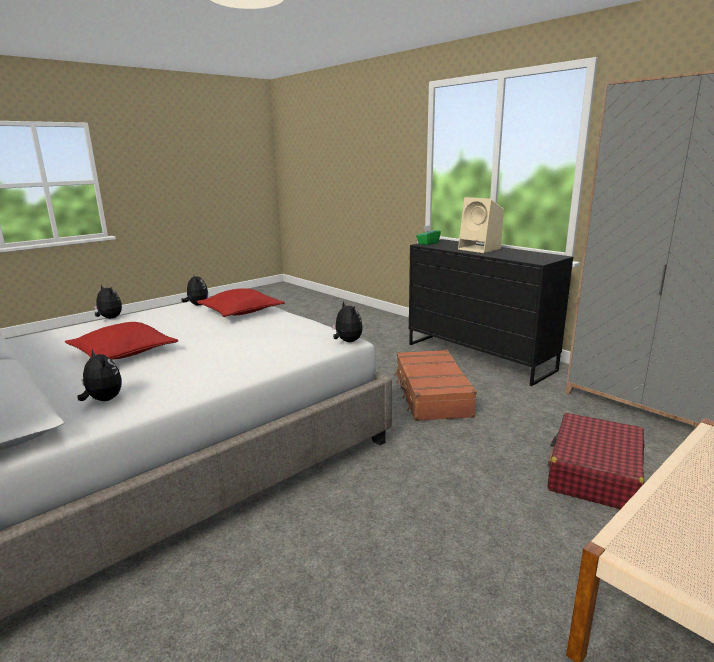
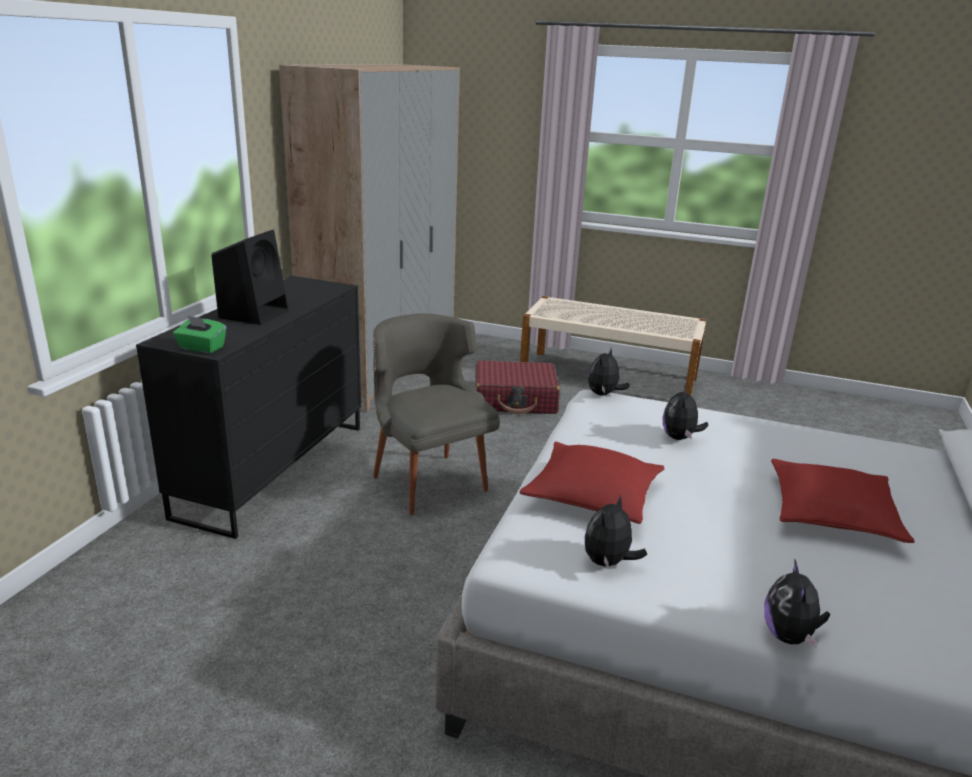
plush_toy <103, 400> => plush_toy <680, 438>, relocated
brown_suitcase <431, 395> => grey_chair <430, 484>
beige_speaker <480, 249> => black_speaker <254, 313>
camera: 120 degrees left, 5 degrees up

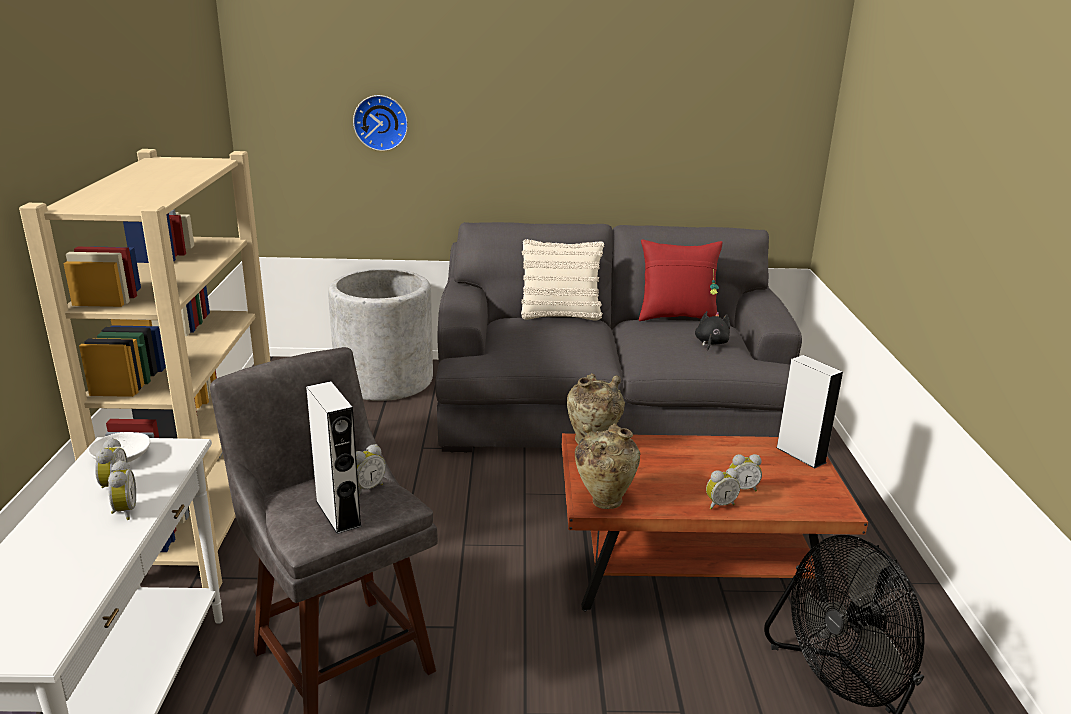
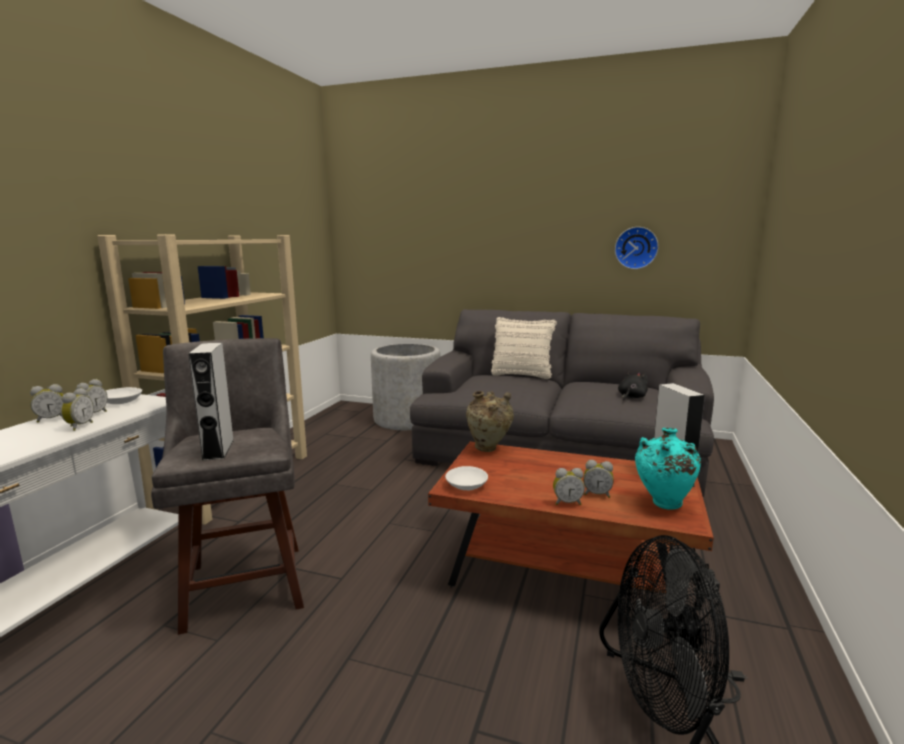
red_pillow <676, 318> => nothing
nothing => turquoise_vase <663, 504>
wall_clock <381, 122> => wall_clock <636, 248>, relocated
alarm_clock <366, 488> => alarm_clock <52, 419>, relocated
beige_vase <604, 500> => white_bowl <466, 486>
camera: 20 degrees right, 10 degrees down

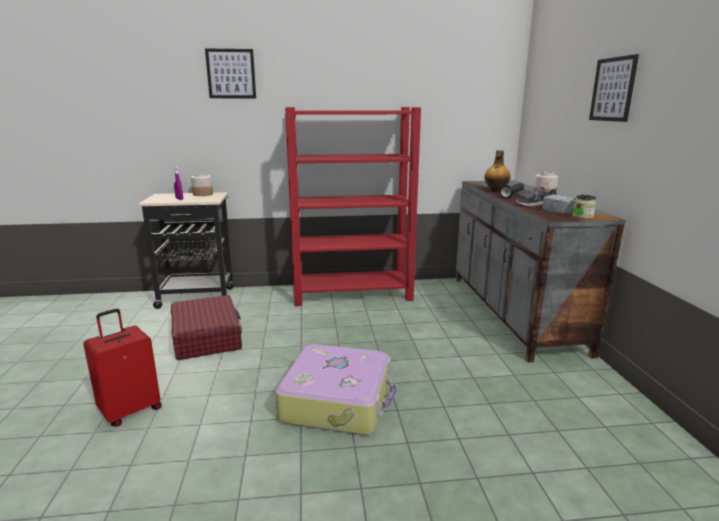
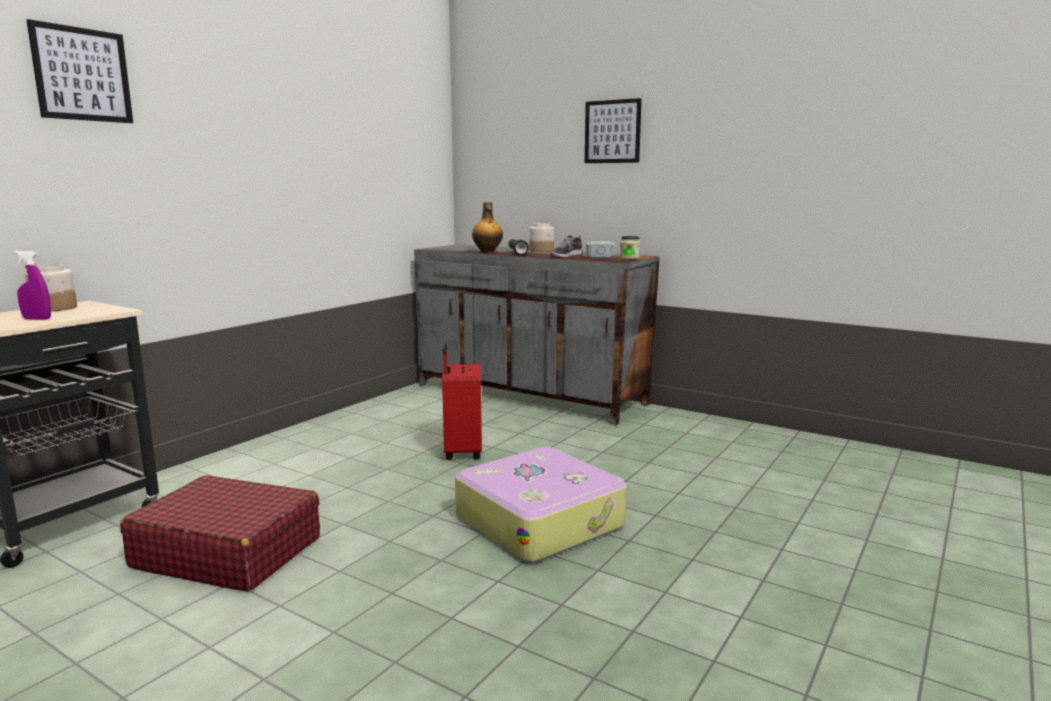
red_bookcase <352, 293> => nothing
red_suitcase <130, 410> => red_suitcase <461, 452>, relocated
camera: 50 degrees left, 5 degrees down

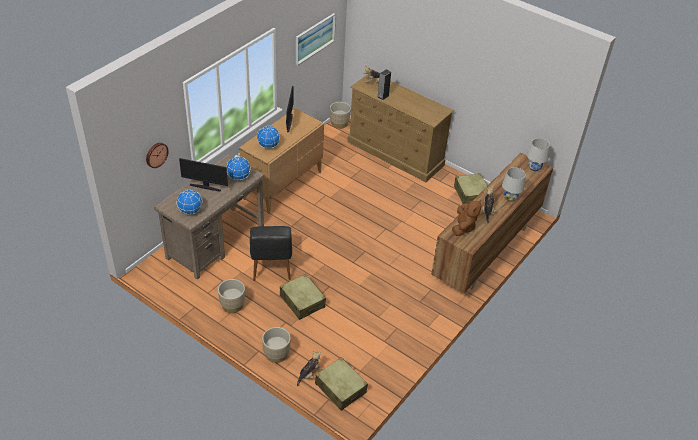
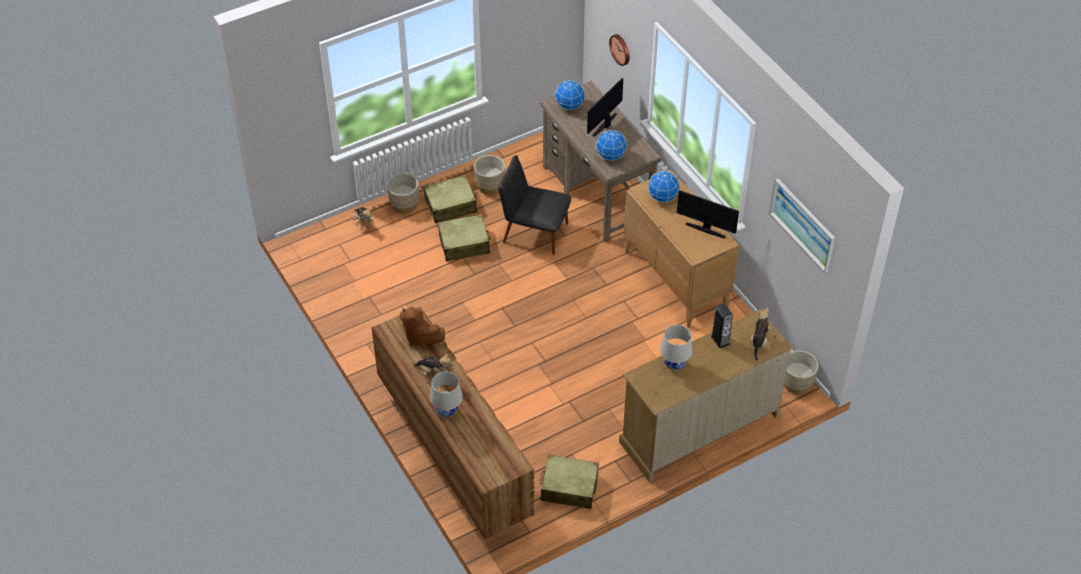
beige_suitcase <340, 388> => beige_suitcase <451, 205>, relocated
white_table_lamp <534, 167> => white_table_lamp <674, 364>, relocated
camera: 115 degrees right, 5 degrees up

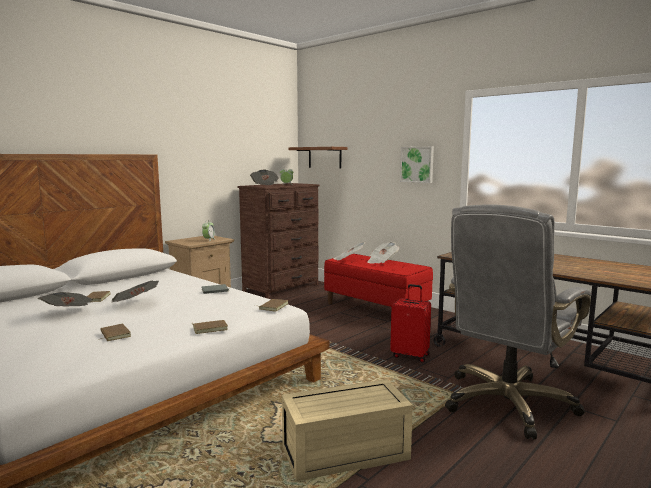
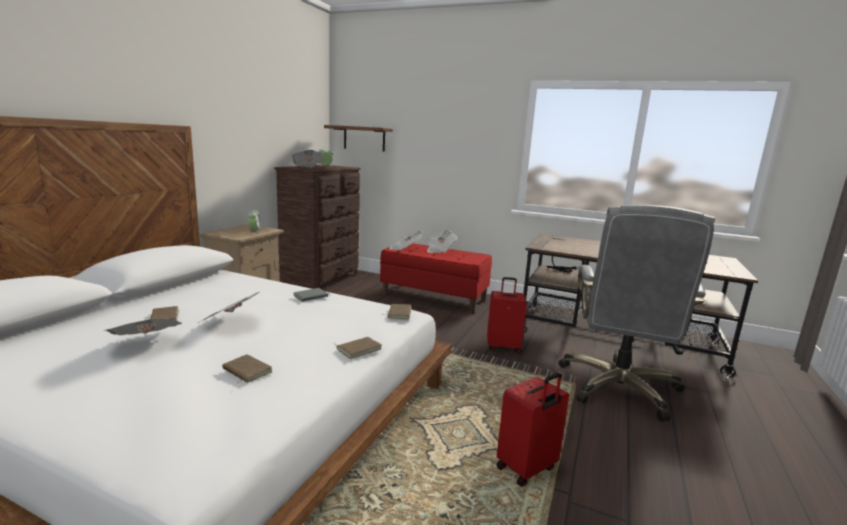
picture <417, 164> => nothing
beige_storage_box <344, 454> => red_suitcase <527, 469>
camera: 20 degrees left, 5 degrees up

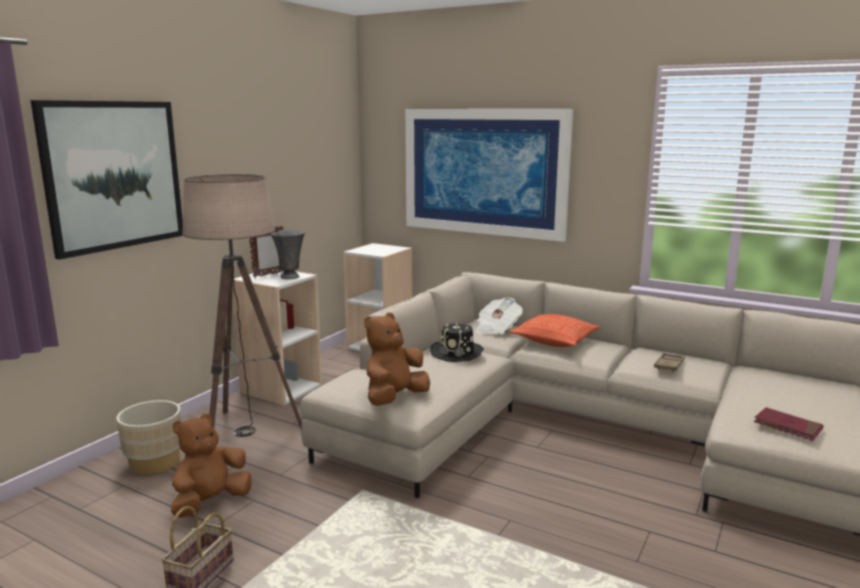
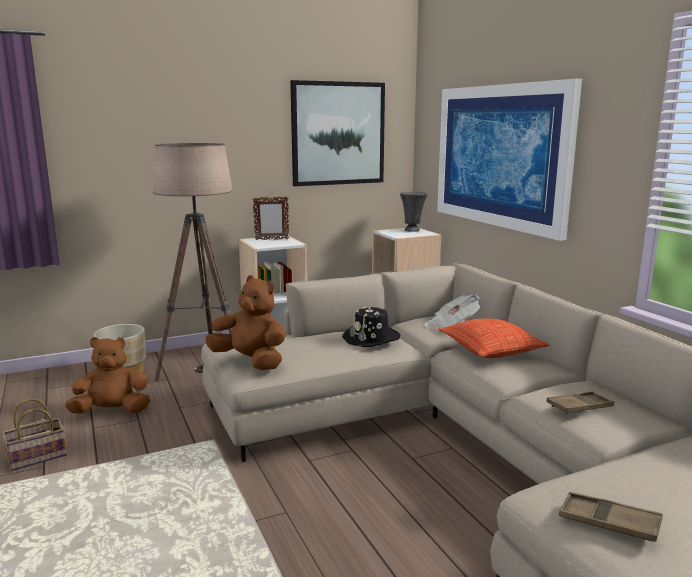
picture <114, 175> => picture <338, 133>, relocated
grey_vase <290, 277> => grey_vase <412, 230>, relocated
red_book <787, 426> => brown_tray <609, 522>
brown_plush_toy <394, 398> => brown_plush_toy <250, 362>, 45 degrees clockwise
camera: 35 degrees right, 0 degrees up

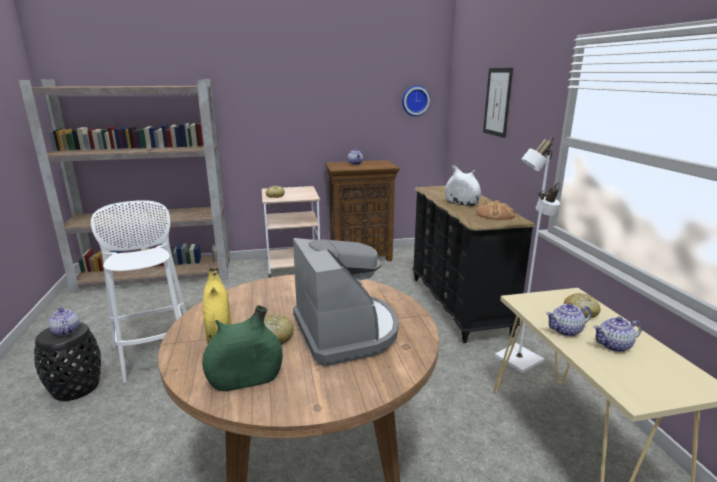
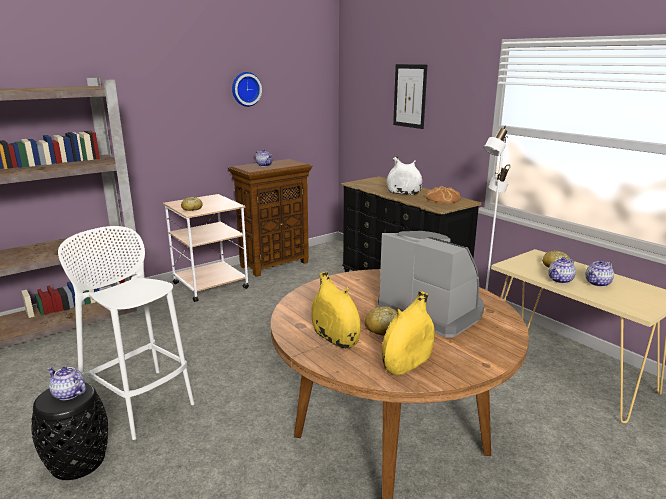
wall_clock <415, 100> => wall_clock <245, 89>, relocated
green_vase <245, 380> => yellow_vase <407, 362>
camera: 25 degrees left, 0 degrees up

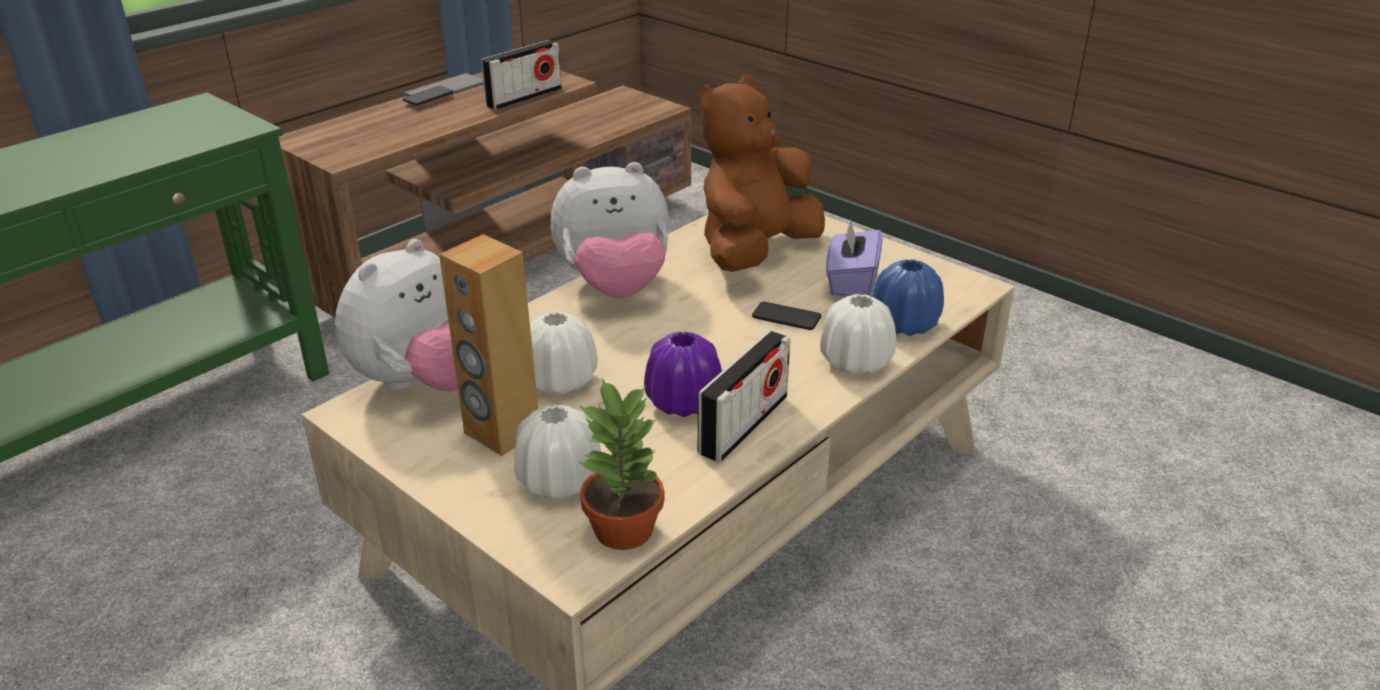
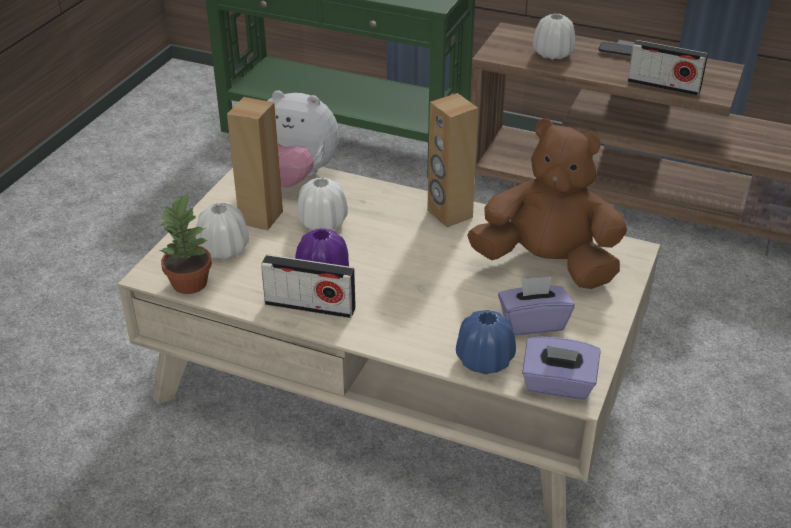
phone <786, 317> => nothing
nothing => purple_tissue_box <558, 385>
white_vase <855, 362> => white_vase <552, 54>, relocated
plush_toy <615, 287> => brown_speaker <449, 214>
camera: 70 degrees right, 5 degrees up

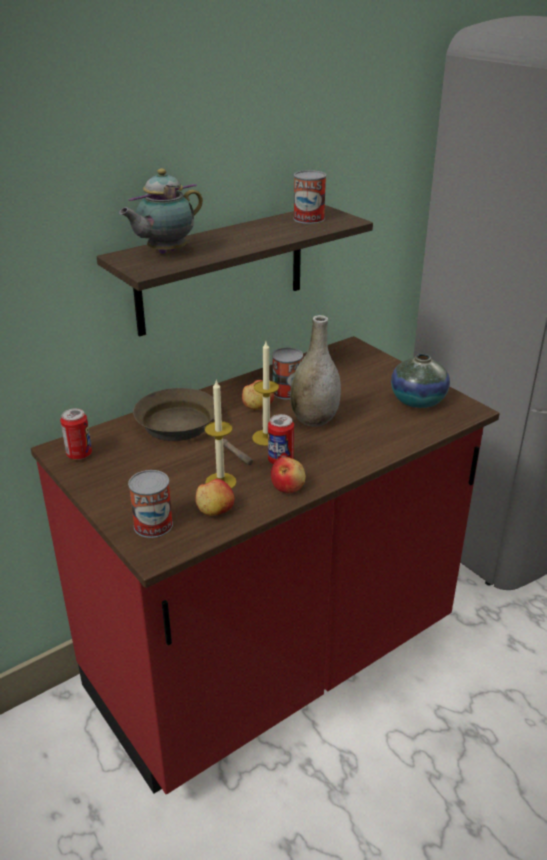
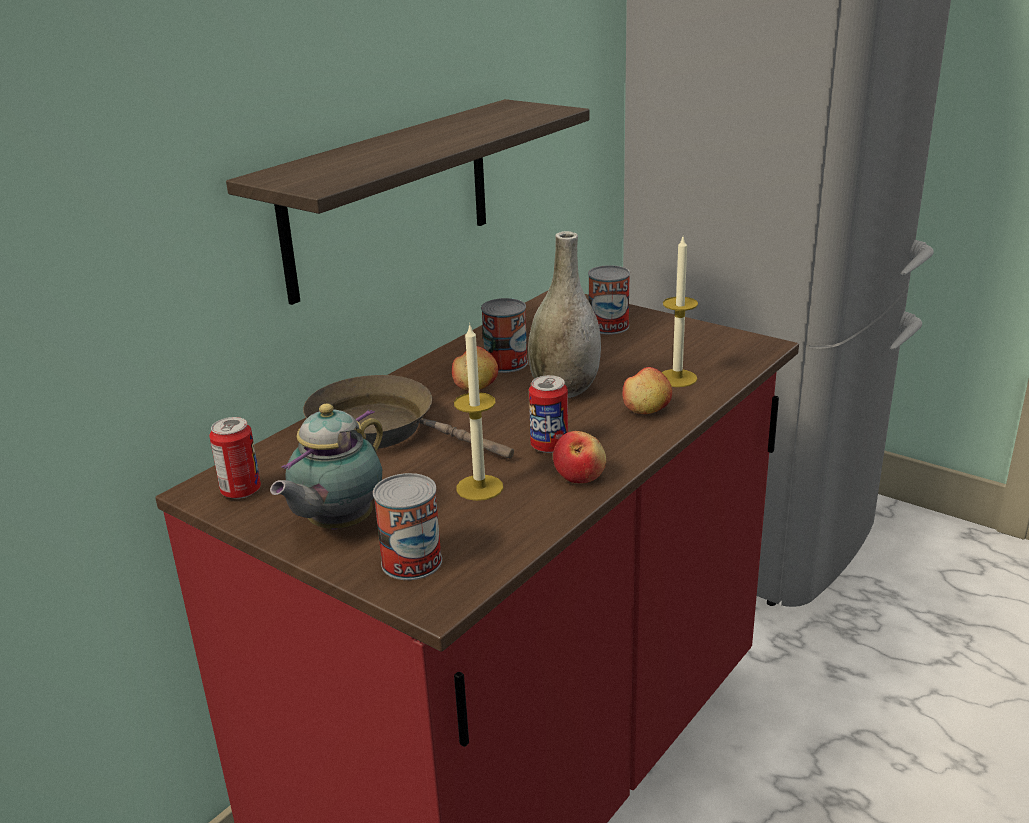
vase <418, 401> => nothing
teapot <164, 252> => teapot <337, 525>, relocated
apple <215, 510> => apple <646, 410>, relocated
candle <266, 437> => candle <677, 378>, relocated
can <309, 219> => can <608, 326>, relocated
camera: 15 degrees left, 5 degrees down

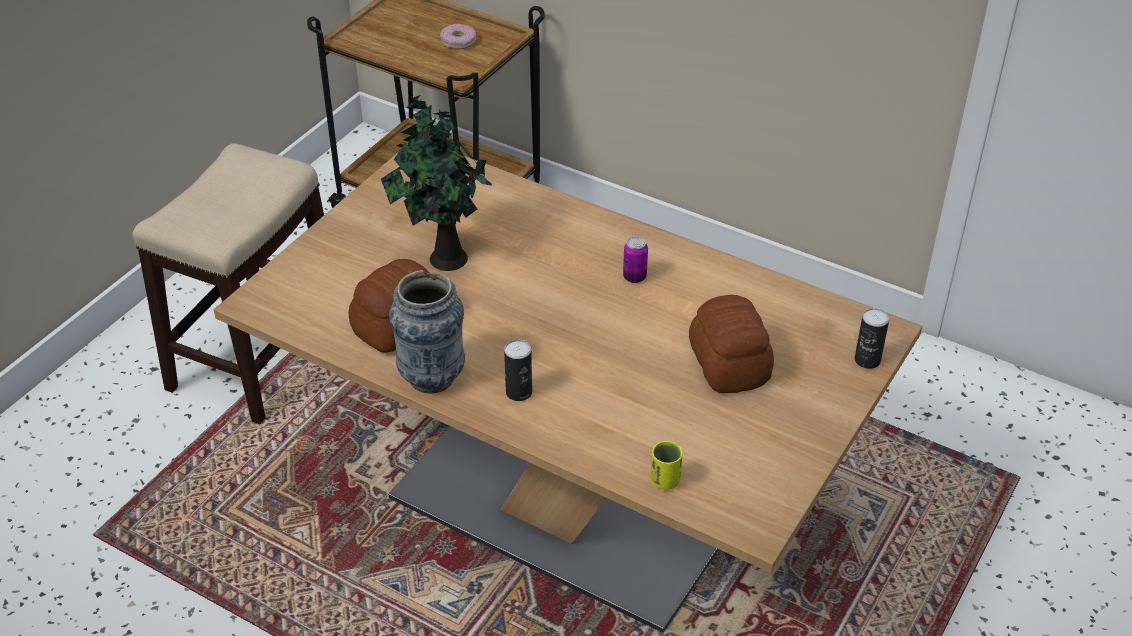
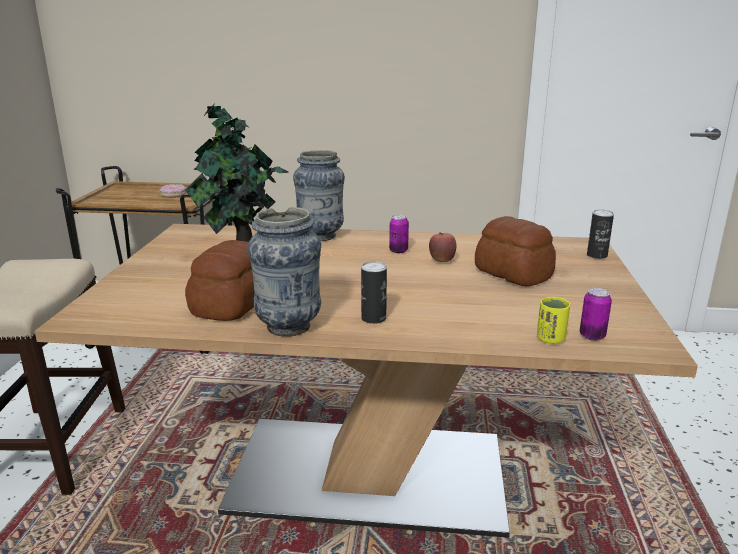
nothing => vase <320, 236>
nothing => apple <442, 261>
nothing => can <592, 336>
camera: 25 degrees left, 20 degrees down

